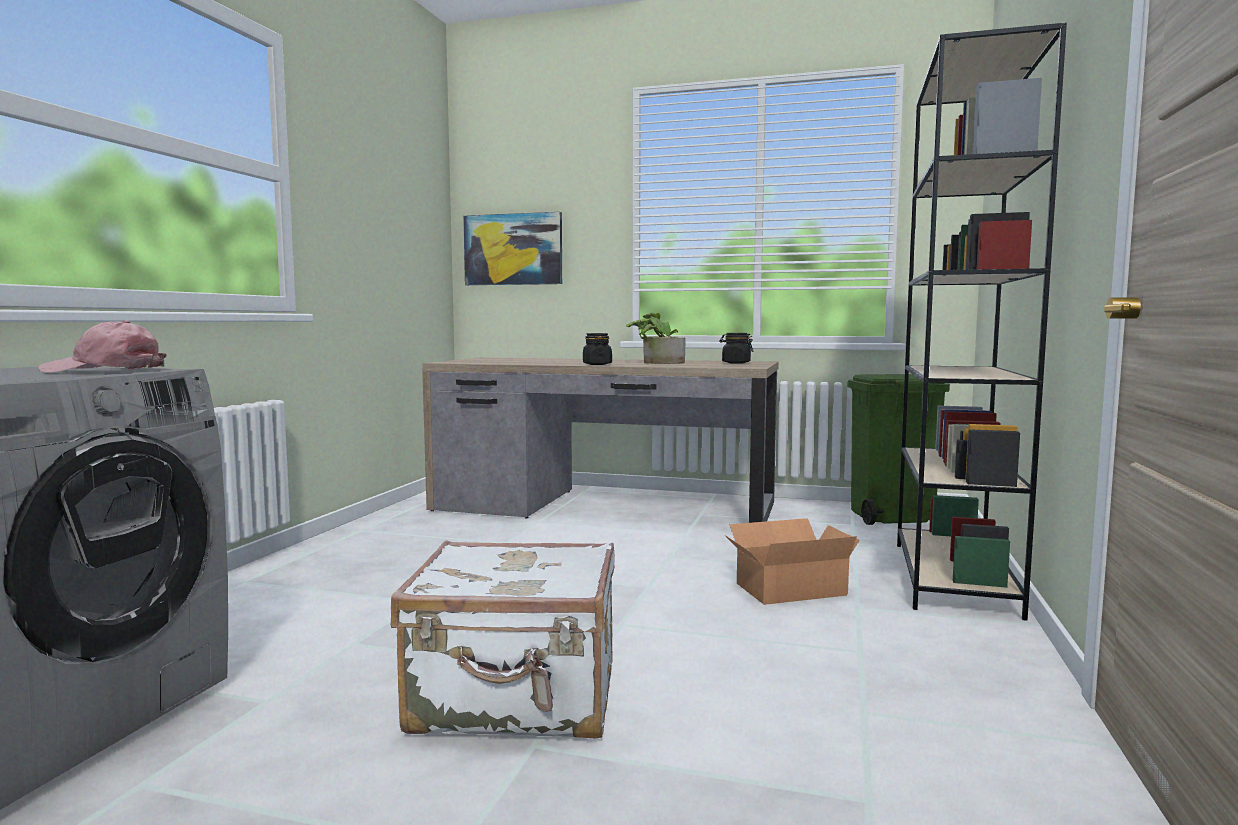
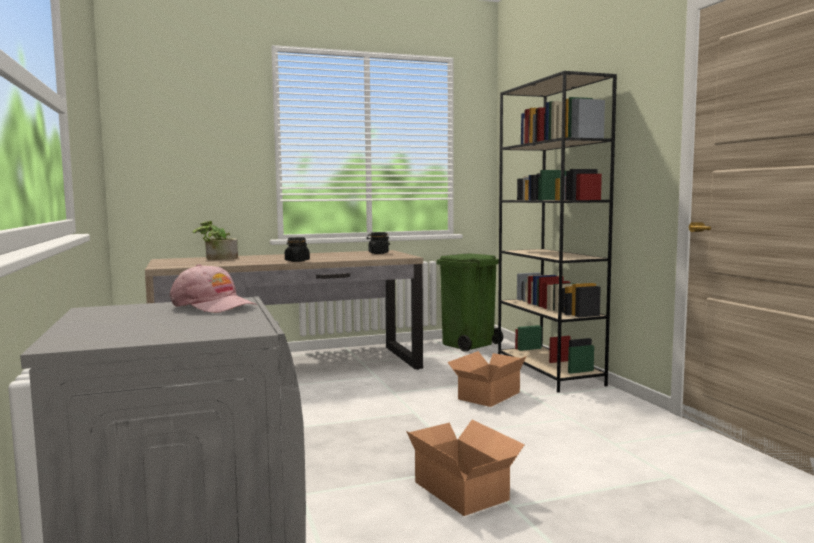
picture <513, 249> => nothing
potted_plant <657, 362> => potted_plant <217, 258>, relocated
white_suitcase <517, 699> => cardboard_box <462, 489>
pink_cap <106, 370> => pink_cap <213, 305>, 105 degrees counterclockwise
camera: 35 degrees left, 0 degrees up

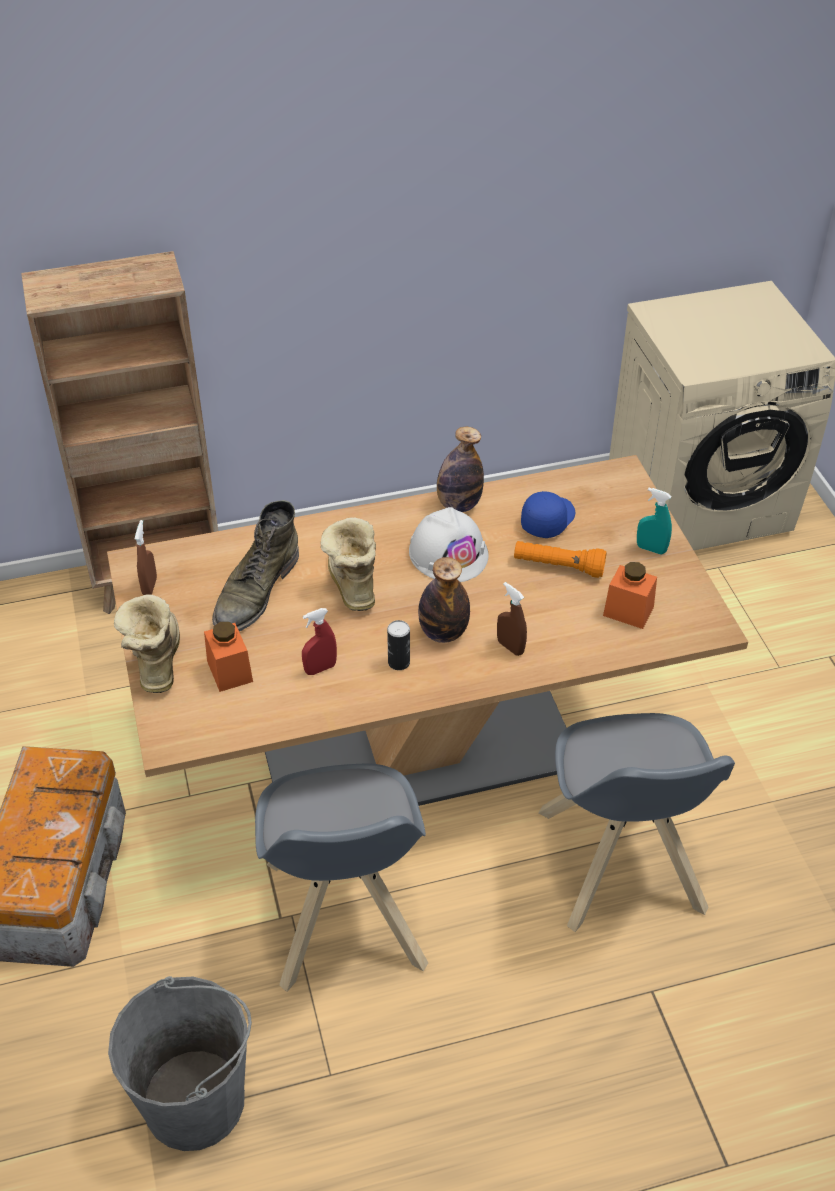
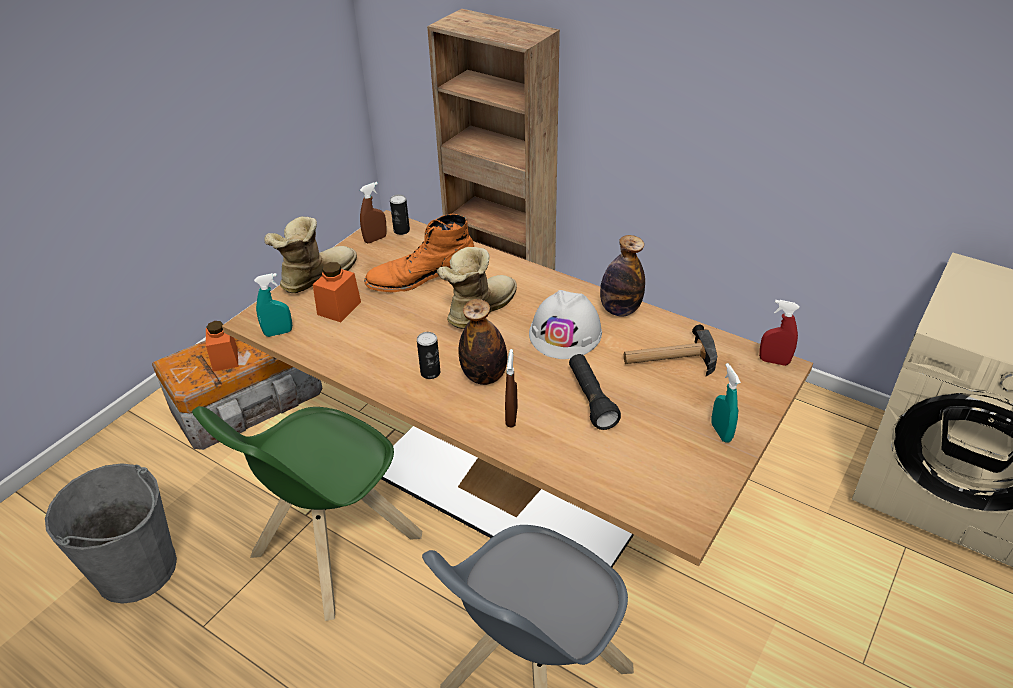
orange_flashlight <558, 567> => nothing
nothing => turquoise_spray_bottle <278, 333>
nothing => can <401, 230>
nothing => black_flashlight <591, 399>
red_spray_bottle <320, 668> => red_spray_bottle <774, 361>, relocated
orange_jar <628, 611> => orange_jar <225, 359>, relocated
blue_cap <547, 520> => hammer <669, 359>
green_boot <256, 591> => orange_boot <421, 277>
grey_chair <345, 919> => green_chair <332, 548>
camera: 50 degrees right, 5 degrees down

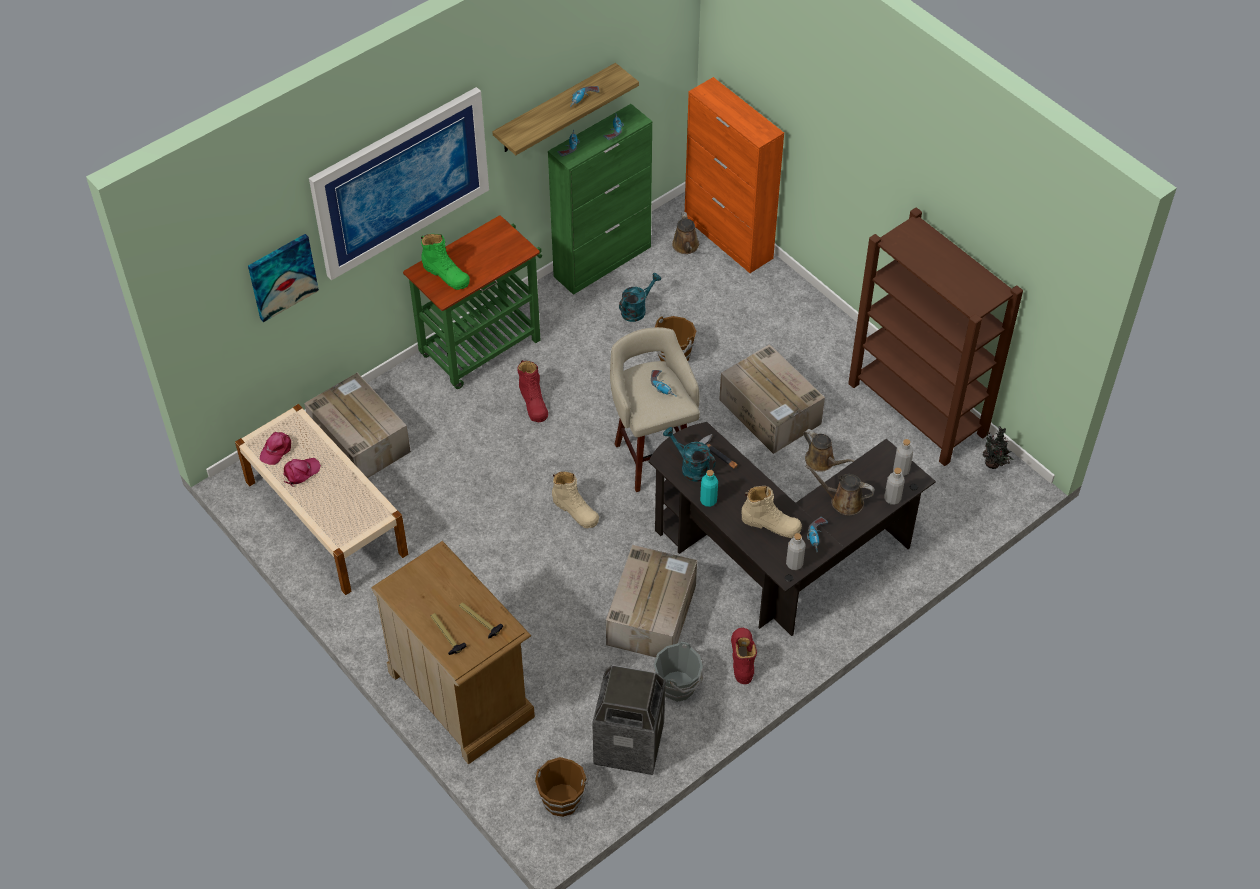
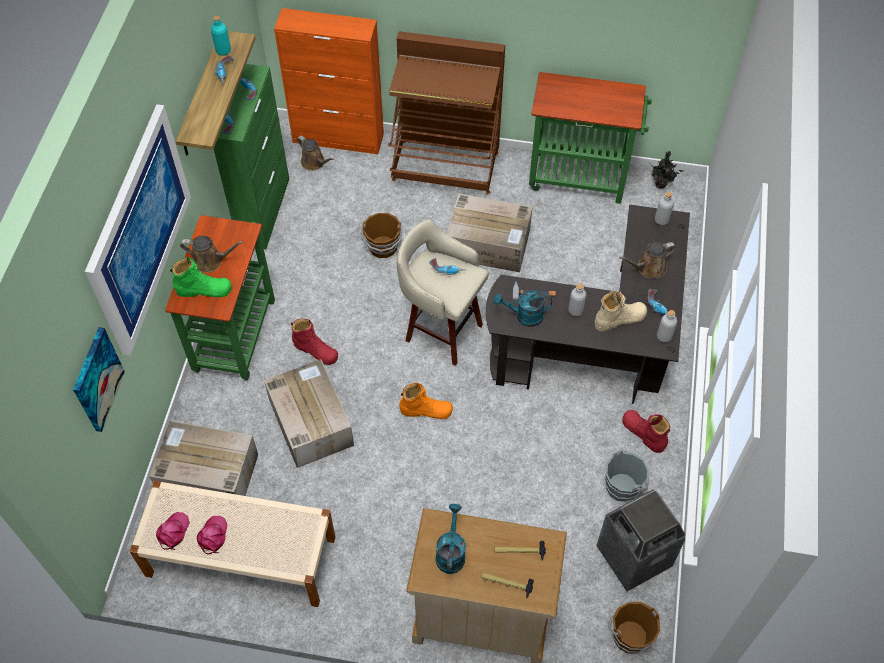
nothing => brown_shoe_rack <444, 169>
cardboard_box <651, 613> => cardboard_box <310, 421>, relocated
turquoise_watering_can <637, 309> => turquoise_watering_can <450, 552>, relocated
turquoise_bottle <708, 500> => turquoise_bottle <223, 51>, relocated
brown_watering_can <822, 461> => brown_watering_can <210, 261>, relocated
grey_bottle <892, 498> => grey_bottle <575, 310>, relocated
brown_bookcase <917, 409> => green_cart <579, 178>
beige_boot <575, 510> => orange_boot <426, 410>
pink_cap <276, 449> => pink_cap <173, 532>, 150 degrees counterclockwise
camera: 40 degrees left, 5 degrees up

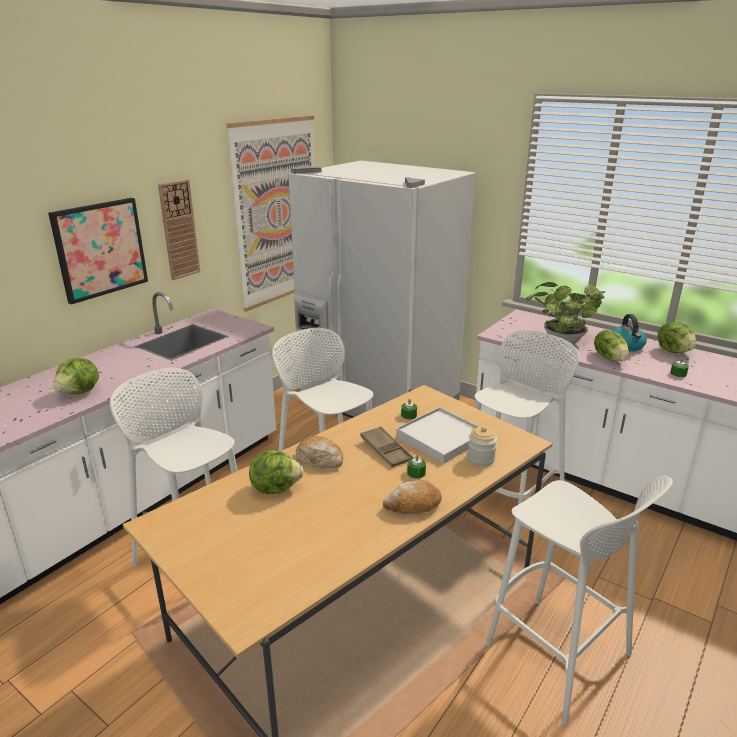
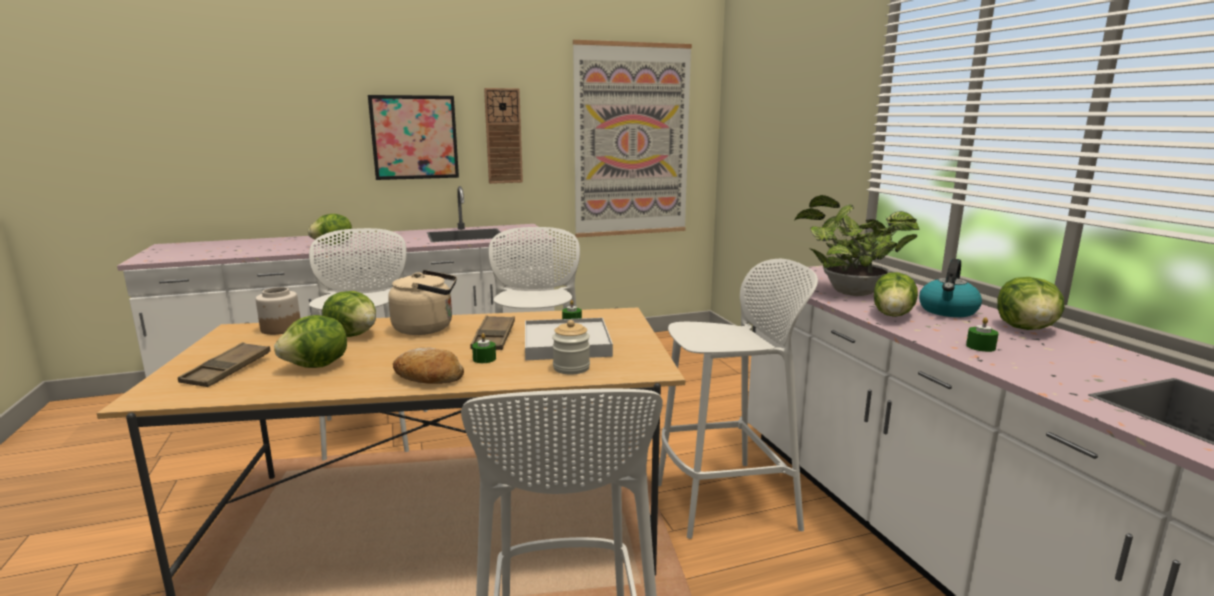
white_fridge <380, 402> => nothing
nothing => brown_tray <227, 370>
nothing => jar <280, 329>
nothing => lettuce <317, 366>
bread <320, 459> => beige_kettle <427, 328>
camera: 35 degrees right, 10 degrees down

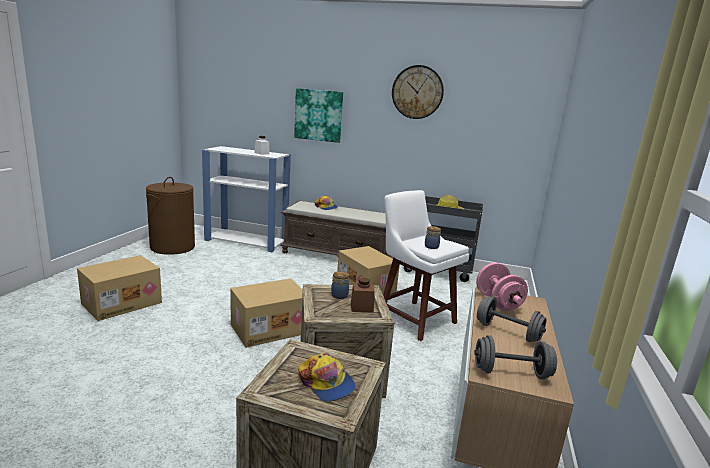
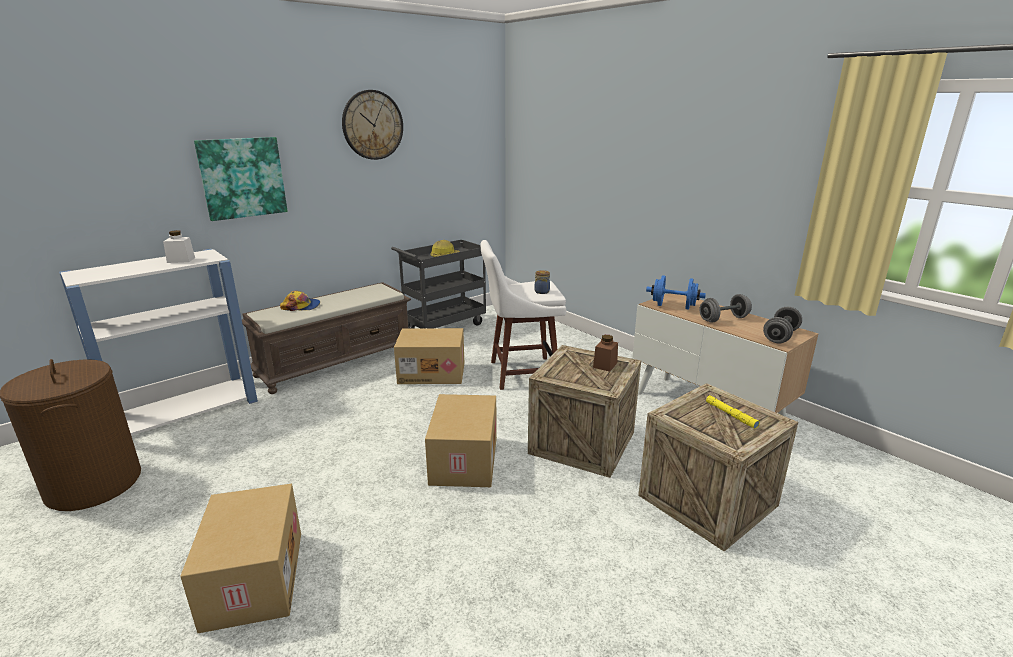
jar <339, 295> => nothing
cap <326, 383> => yellow_flashlight <731, 415>
pink_dumbbell <498, 302> => blue_dumbbell <673, 306>
camera: 55 degrees left, 5 degrees up

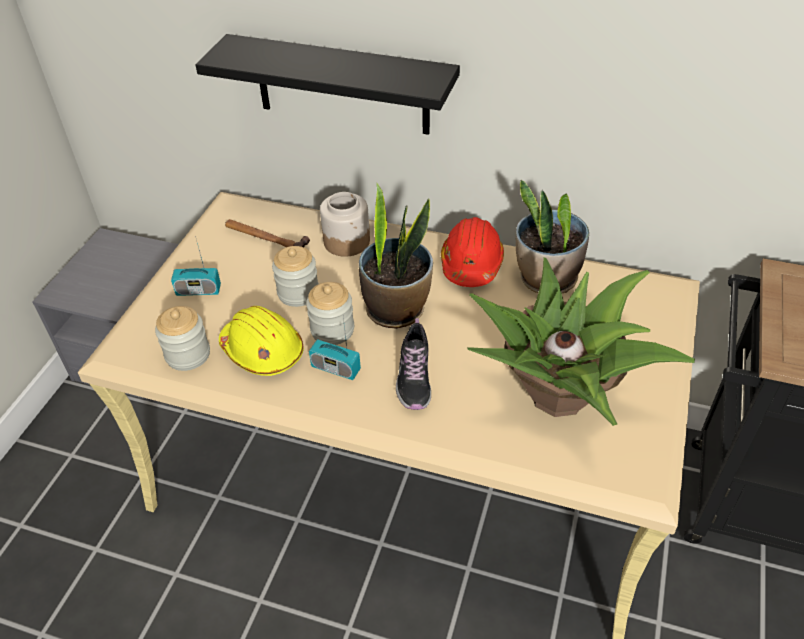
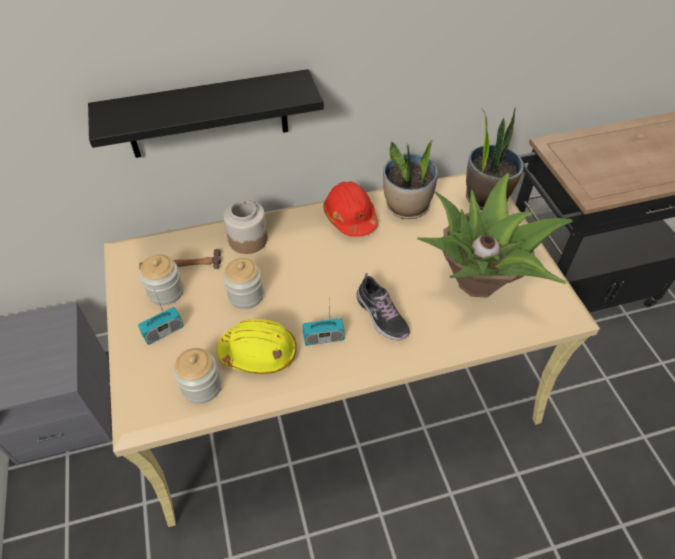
jar <332, 330> => jar <166, 292>, relocated
potted_plant <396, 309> => potted_plant <486, 197>, relocated
camera: 35 degrees left, 5 degrees up

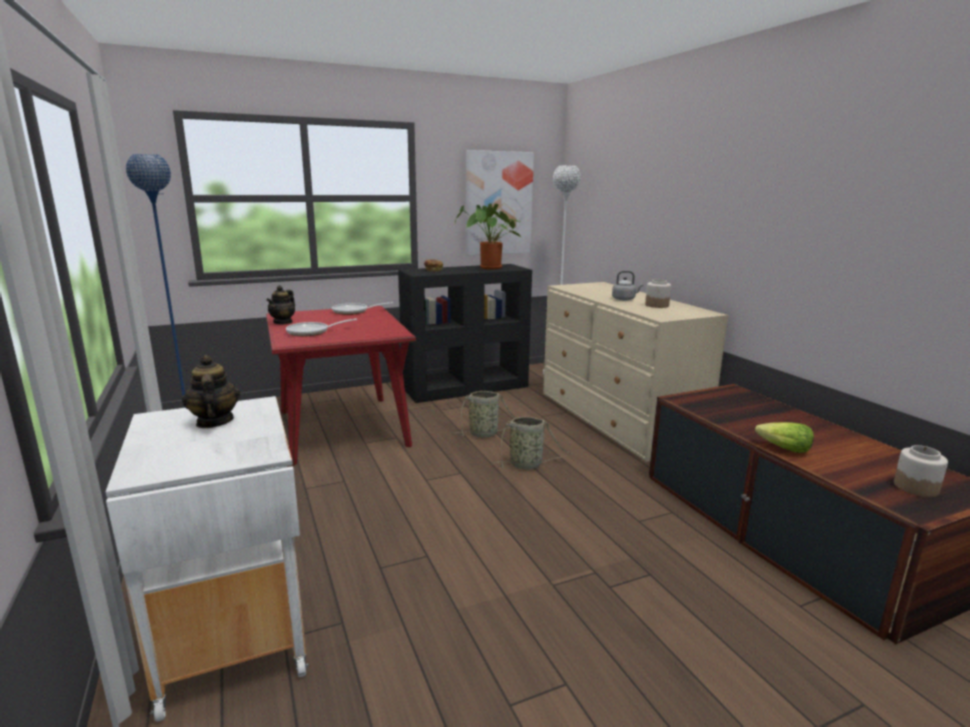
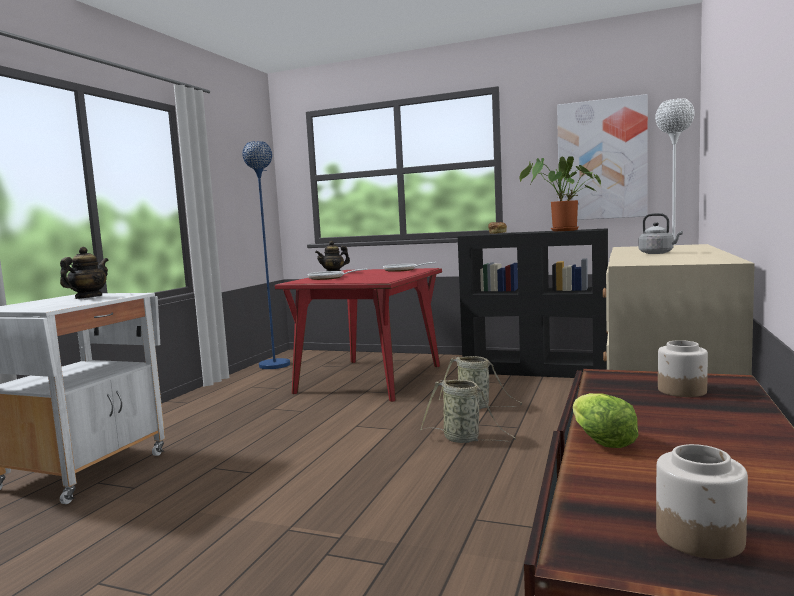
jar <657, 305> => jar <682, 390>, relocated
camera: 45 degrees right, 10 degrees down

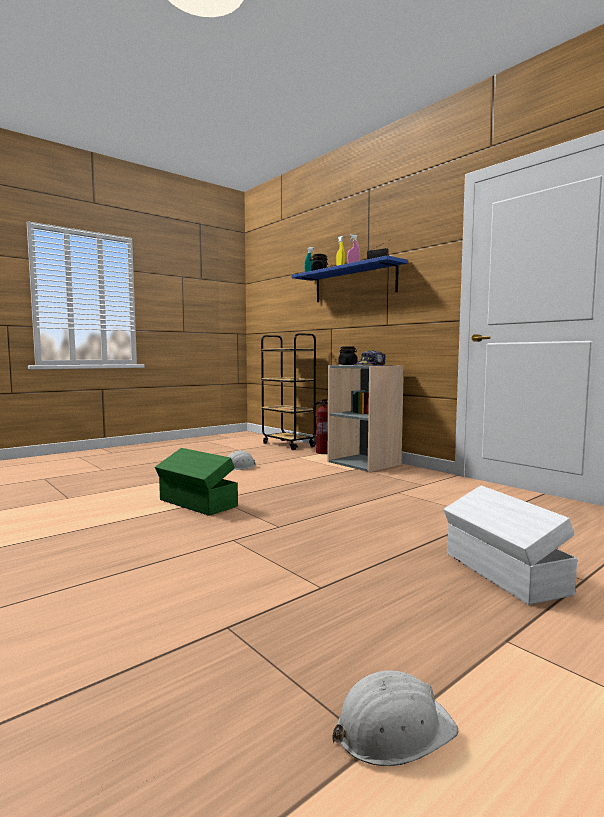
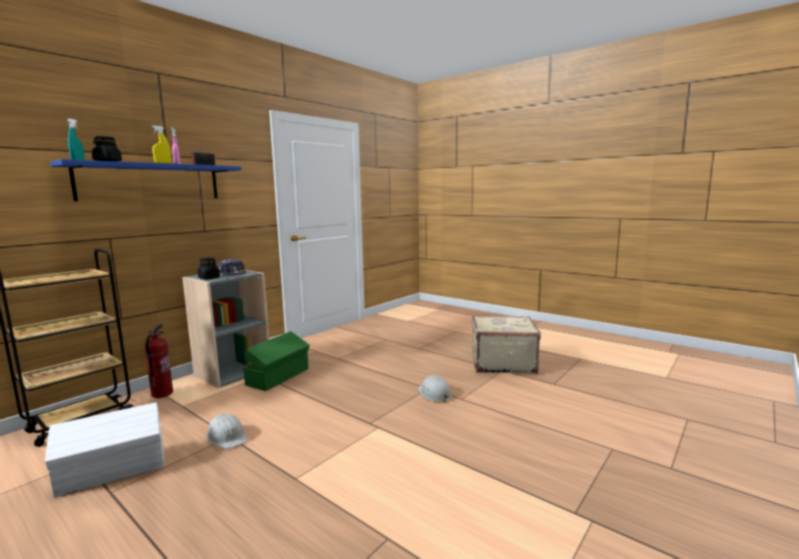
nothing => beige_suitcase <502, 363>
green_storage_box <197, 503> => green_storage_box <279, 376>, relocated
white_hard_hat <393, 730> => white_hard_hat <434, 394>, relocated
white_storage_box <504, 573> => white_storage_box <114, 471>, relocated
camera: 100 degrees left, 5 degrees up

